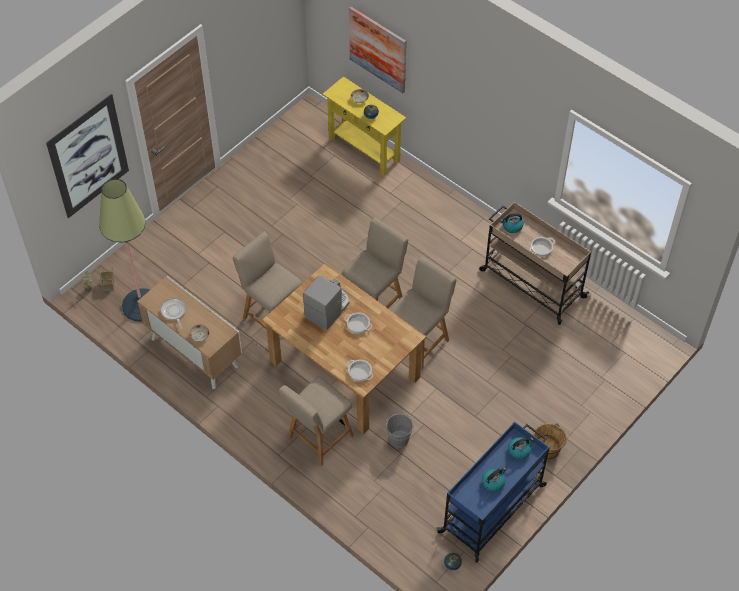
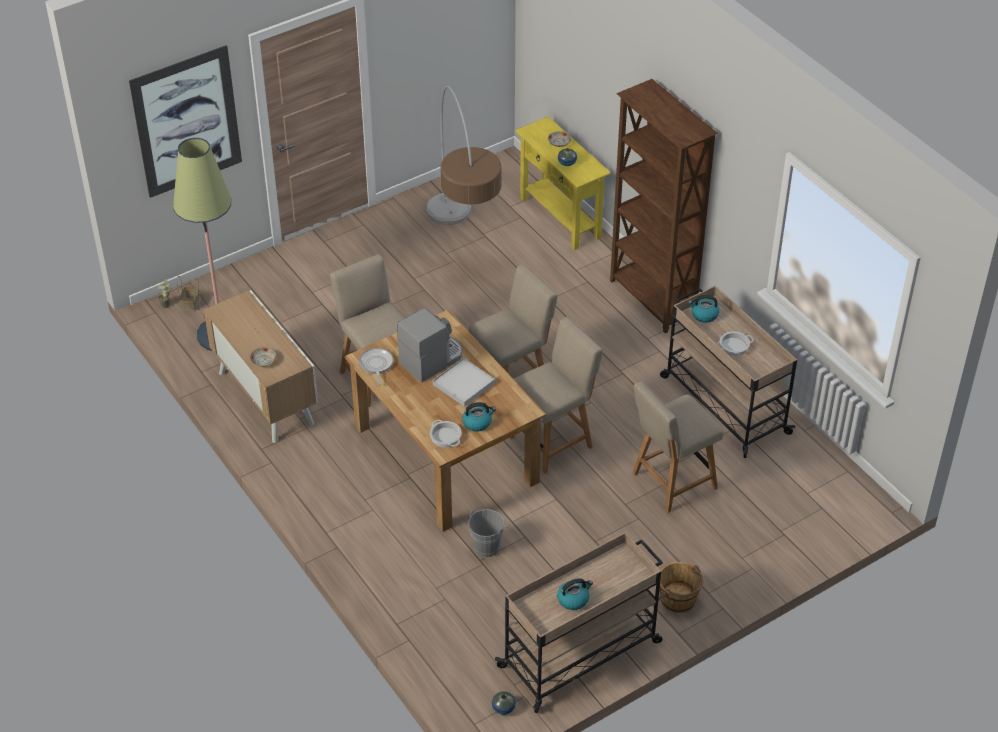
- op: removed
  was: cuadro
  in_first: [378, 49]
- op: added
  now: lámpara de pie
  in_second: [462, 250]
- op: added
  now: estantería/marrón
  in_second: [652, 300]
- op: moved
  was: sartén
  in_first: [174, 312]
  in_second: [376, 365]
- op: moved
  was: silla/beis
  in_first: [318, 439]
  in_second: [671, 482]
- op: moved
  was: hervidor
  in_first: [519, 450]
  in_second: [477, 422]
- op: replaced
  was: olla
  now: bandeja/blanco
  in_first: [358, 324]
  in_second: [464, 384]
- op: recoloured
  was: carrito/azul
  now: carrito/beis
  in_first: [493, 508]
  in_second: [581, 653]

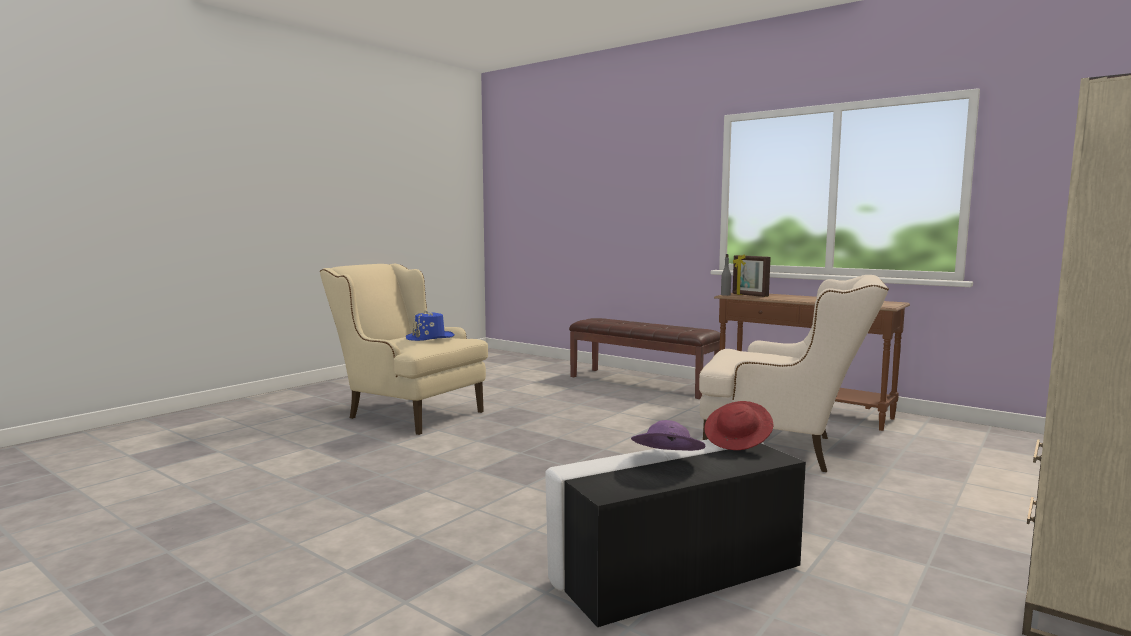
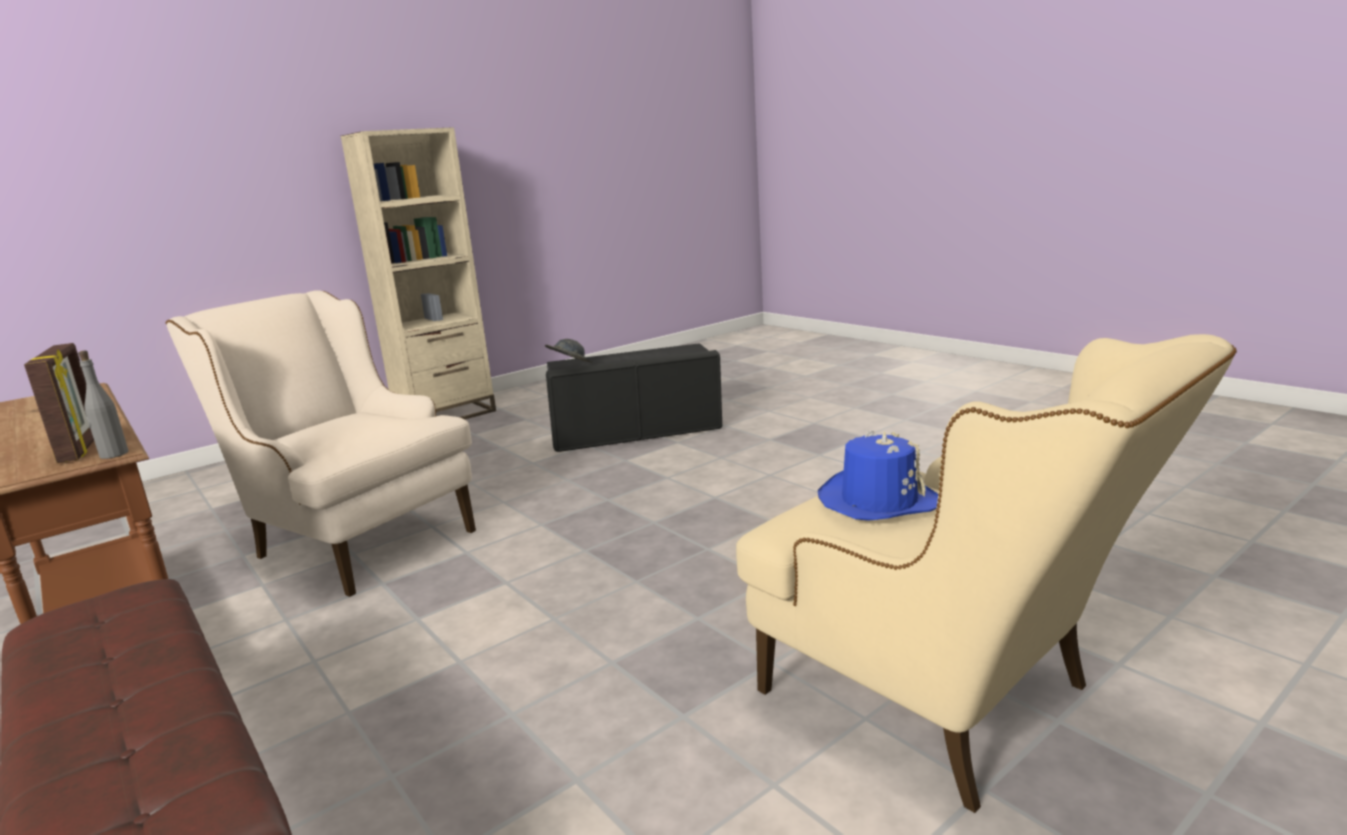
- op: removed
  was: sombrero/morado
  in_first: [666, 459]
- op: recoloured
  was: puf/blanco
  now: puf/negro
  in_first: [677, 573]
  in_second: [636, 432]
- op: recoloured
  was: sombrero/rojo
  now: sombrero/gris
  in_first: [738, 441]
  in_second: [569, 366]

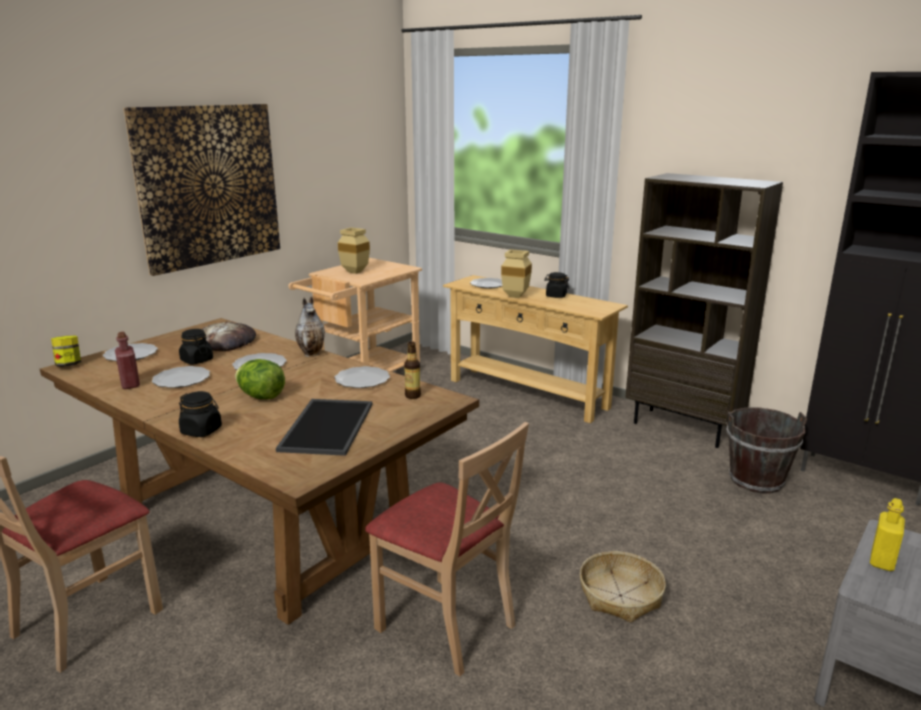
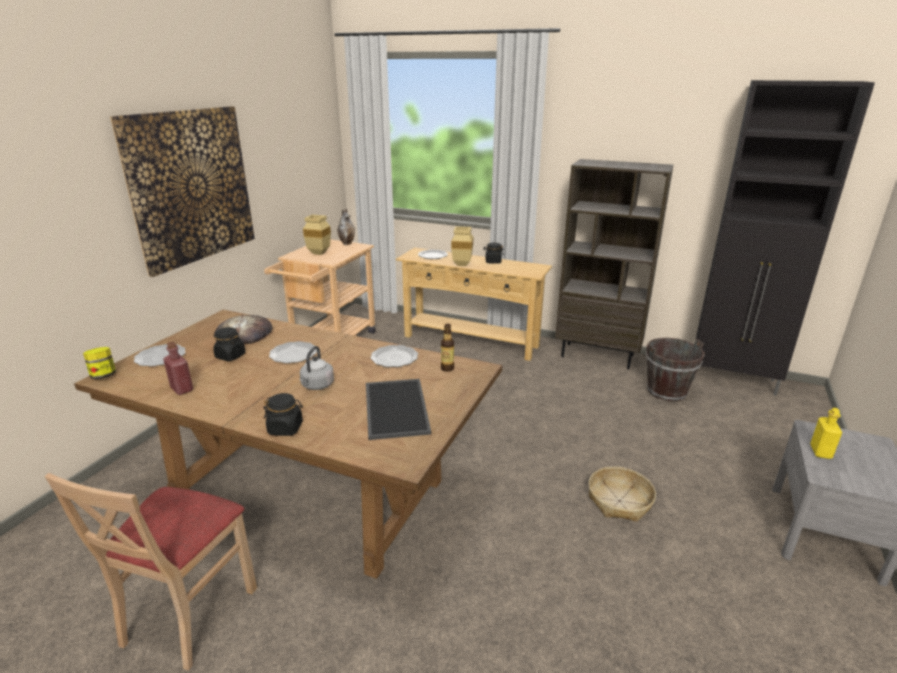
- op: removed
  was: plato
  in_first: [182, 379]
- op: removed
  was: silla/beis
  in_first: [446, 624]
- op: moved
  was: florero
  in_first: [312, 354]
  in_second: [347, 243]
- op: replaced
  was: lechuga
  now: hervidor/gris
  in_first: [261, 396]
  in_second: [317, 386]

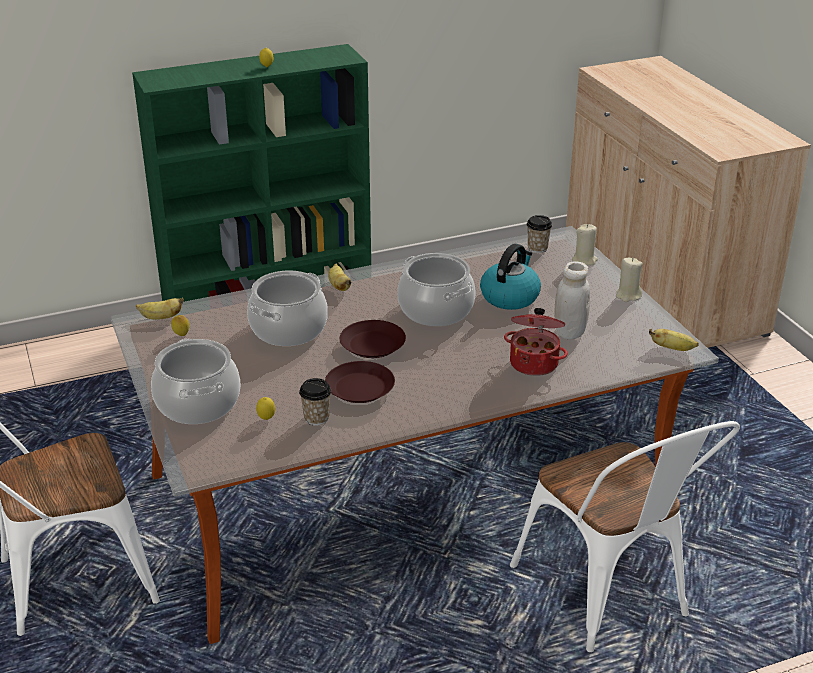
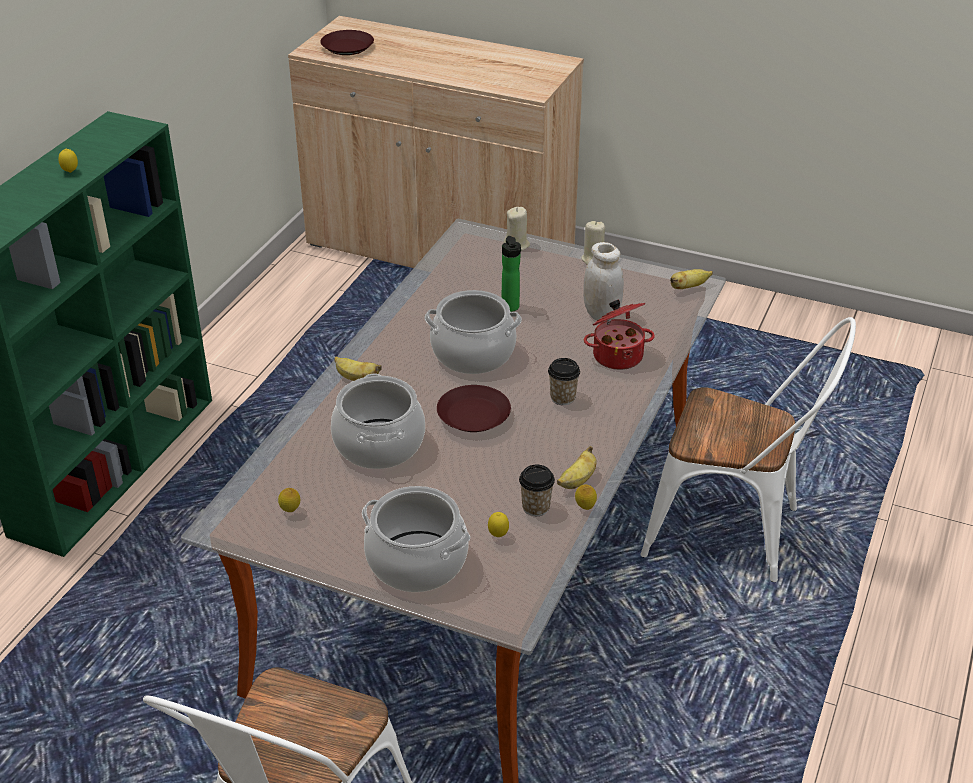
- op: added
  now: limón
  in_second: [585, 508]
- op: moved
  was: plátano
  in_first: [161, 318]
  in_second: [577, 481]
- op: moved
  was: plato/marrón
  in_first: [359, 388]
  in_second: [347, 47]
- op: moved
  was: taza
  in_first: [537, 248]
  in_second: [562, 398]
- op: replaced
  was: hervidor
  now: botella
  in_first: [510, 296]
  in_second: [511, 308]

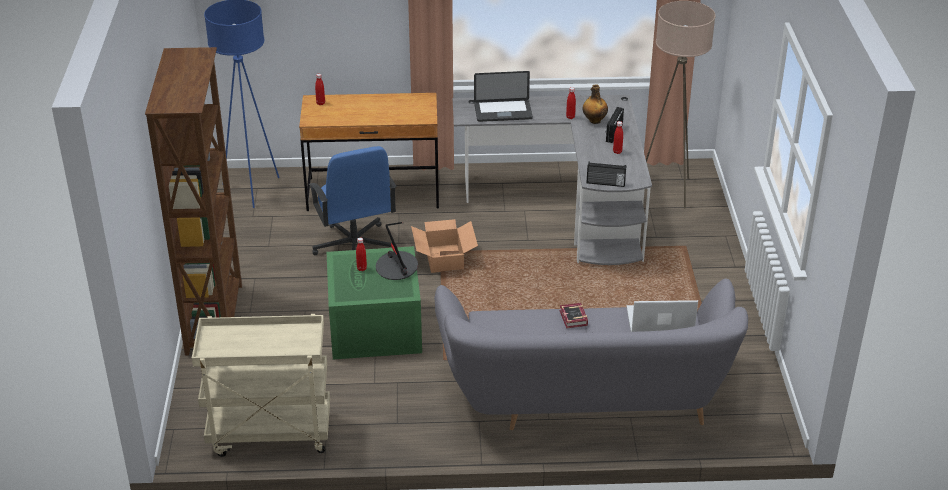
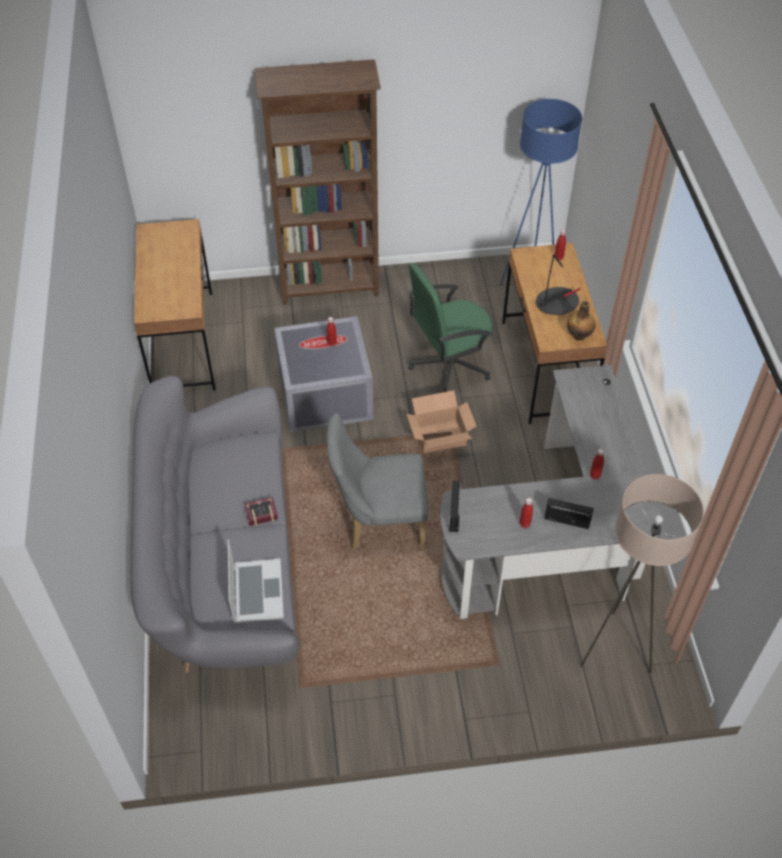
- op: removed
  was: portátil
  in_first: [503, 112]
- op: added
  now: silla/gris
  in_second: [378, 522]
- op: moved
  was: lámpara de mesa
  in_first: [396, 267]
  in_second: [557, 302]
- op: moved
  was: botella
  in_first: [594, 120]
  in_second: [579, 335]
- op: replaced
  was: carrito/beis
  now: escritorio/marrón
  in_first: [269, 434]
  in_second: [183, 342]
- op: recoloured
  was: silla de oficina/azul
  now: silla de oficina/verde
  in_first: [354, 247]
  in_second: [449, 365]
- op: recoloured
  was: caja de almacenaje/verde
  now: caja de almacenaje/gris
  in_first: [376, 328]
  in_second: [324, 395]

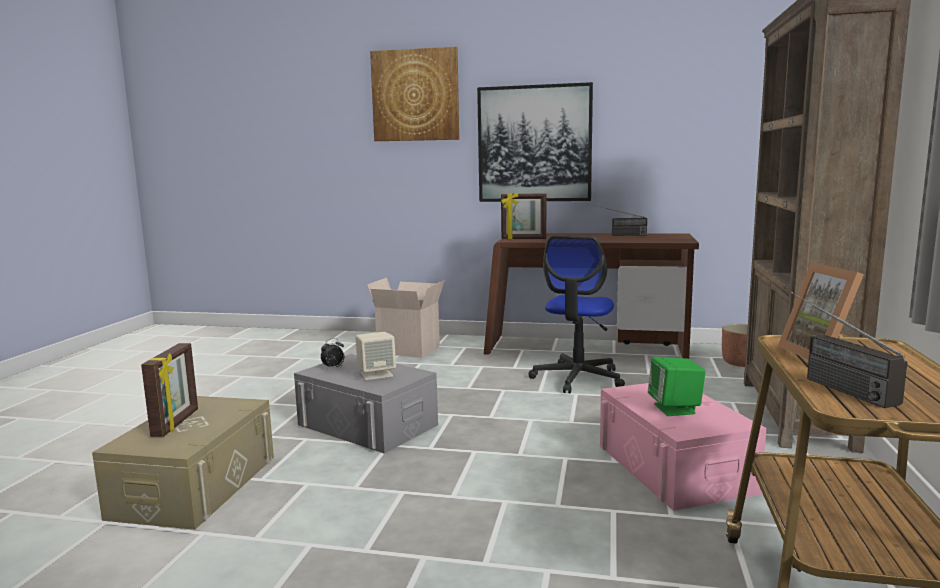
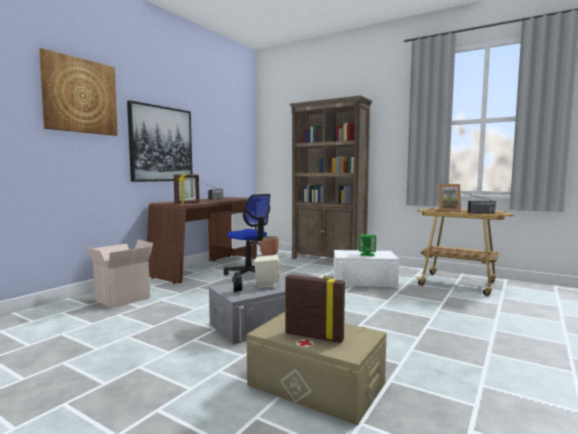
- op: recoloured
  was: caja de almacenaje/rosa
  now: caja de almacenaje/blanco
  in_first: [674, 468]
  in_second: [364, 280]

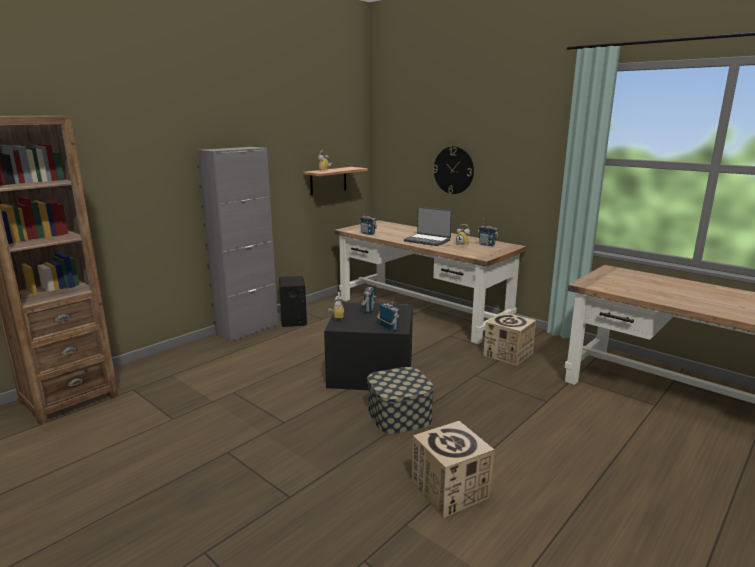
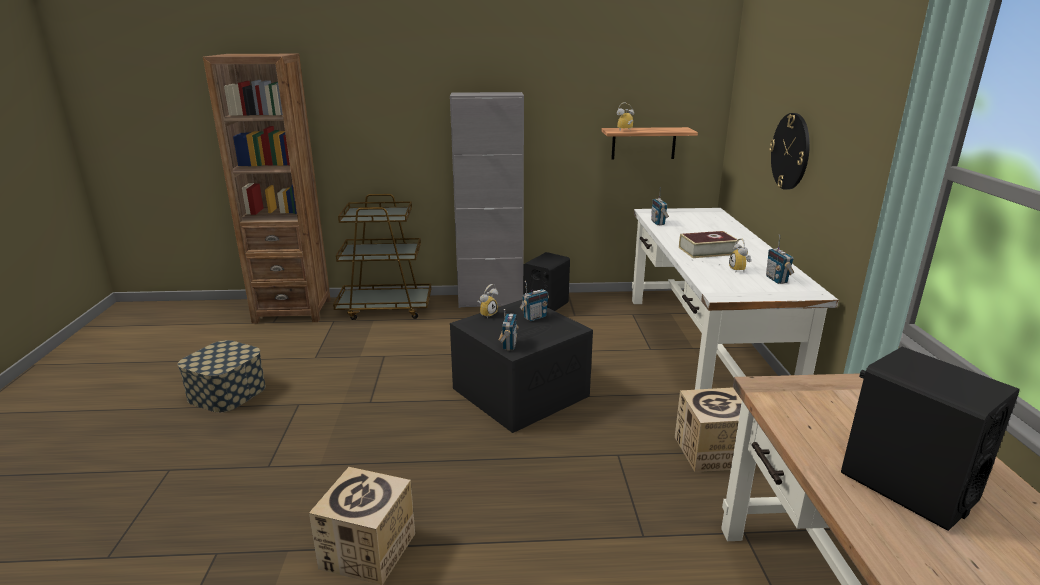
- op: added
  now: carrito/marrón
  in_second: [385, 308]
- op: added
  now: altavoz/negro
  in_second: [907, 486]
- op: moved
  was: caja de almacenaje
  in_first: [399, 415]
  in_second: [227, 392]
- op: replaced
  was: portátil
  now: libro
  in_first: [427, 240]
  in_second: [707, 251]
- op: recoloured
  was: escritorio/marrón
  now: escritorio/blanco
  in_first: [423, 311]
  in_second: [704, 349]

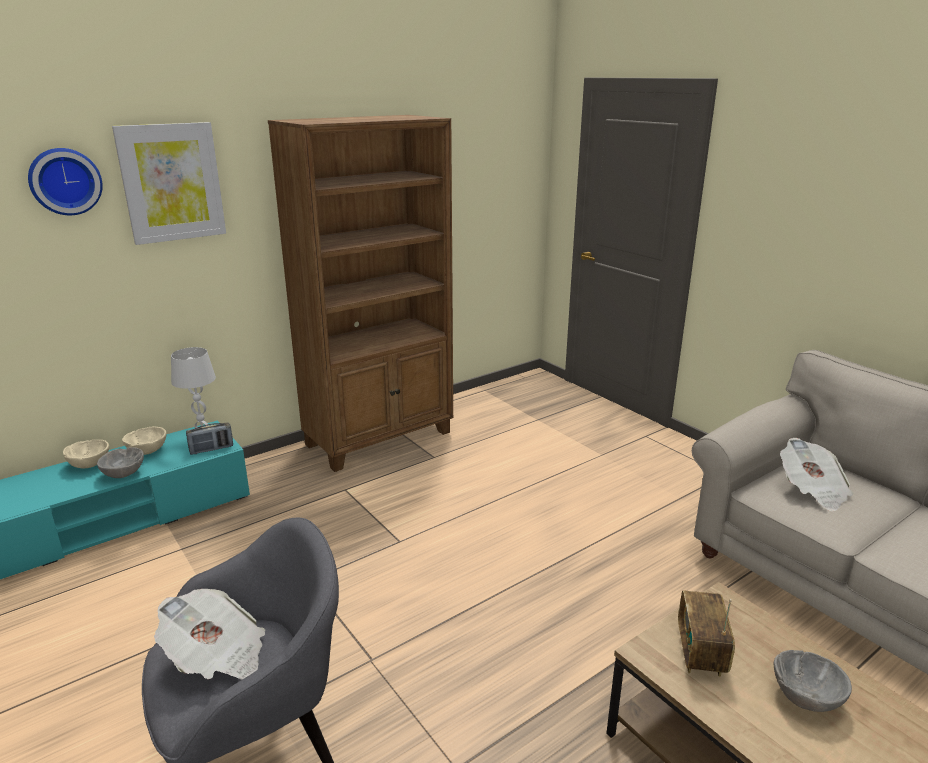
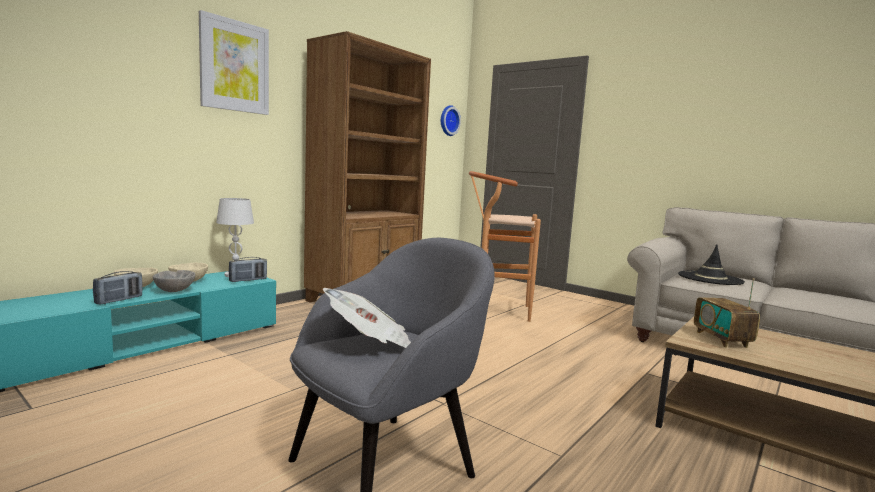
- op: removed
  was: cuenco/gris
  in_first: [804, 698]
- op: added
  now: radio
  in_second: [119, 300]
- op: added
  now: taburete/marrón
  in_second: [497, 310]
- op: moved
  was: reloj de pared
  in_first: [65, 181]
  in_second: [448, 120]
- op: replaced
  was: periódico
  now: sombrero/negro
  in_first: [812, 490]
  in_second: [710, 278]

